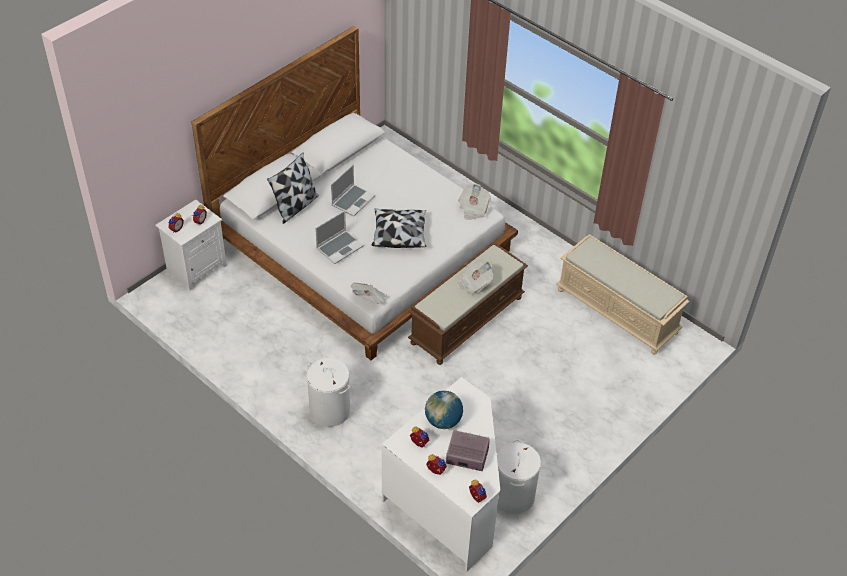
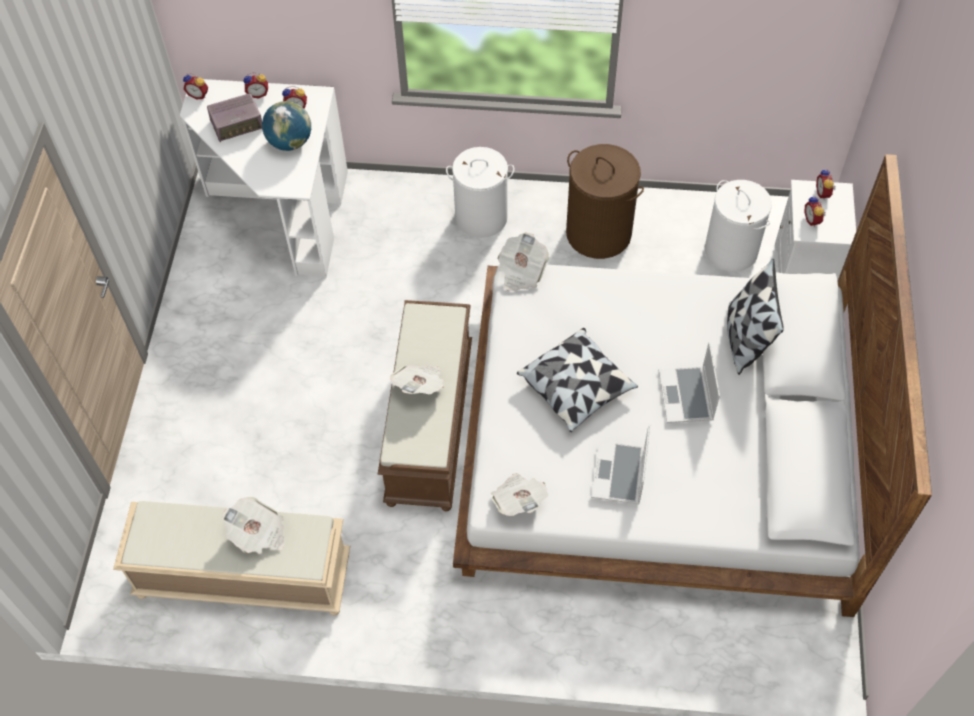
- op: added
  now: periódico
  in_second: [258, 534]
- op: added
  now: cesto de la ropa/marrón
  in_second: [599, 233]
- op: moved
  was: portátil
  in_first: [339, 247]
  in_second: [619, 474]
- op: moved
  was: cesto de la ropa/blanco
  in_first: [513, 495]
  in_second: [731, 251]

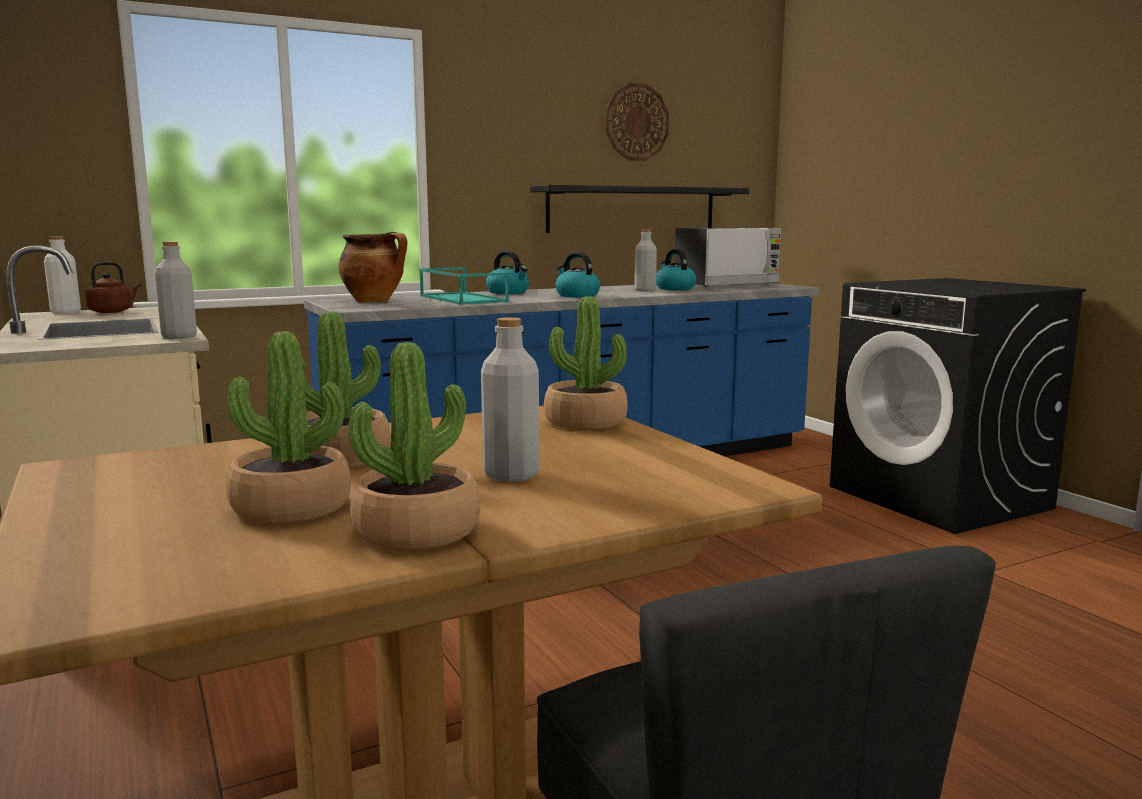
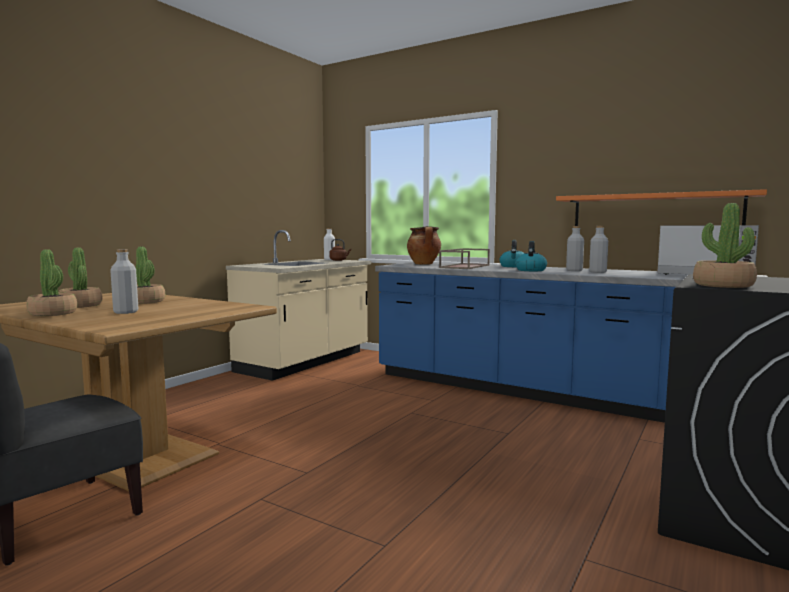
- op: removed
  was: reloj de pared
  in_first: [636, 122]
- op: removed
  was: hervidor
  in_first: [674, 288]
- op: moved
  was: botella/gris
  in_first: [179, 336]
  in_second: [574, 270]
- op: moved
  was: planta en maceta
  in_first: [585, 422]
  in_second: [723, 285]
- op: recoloured
  was: bandeja/turquesa
  now: bandeja/marrón
  in_first: [461, 298]
  in_second: [464, 266]
- op: recoloured
  was: estante/negro
  now: estante/naranja
  in_first: [632, 209]
  in_second: [654, 212]

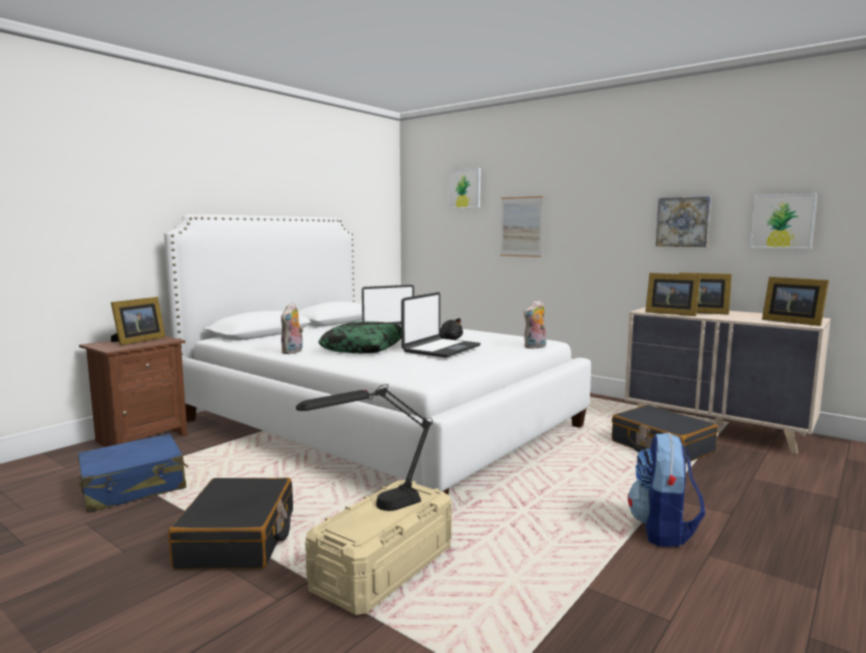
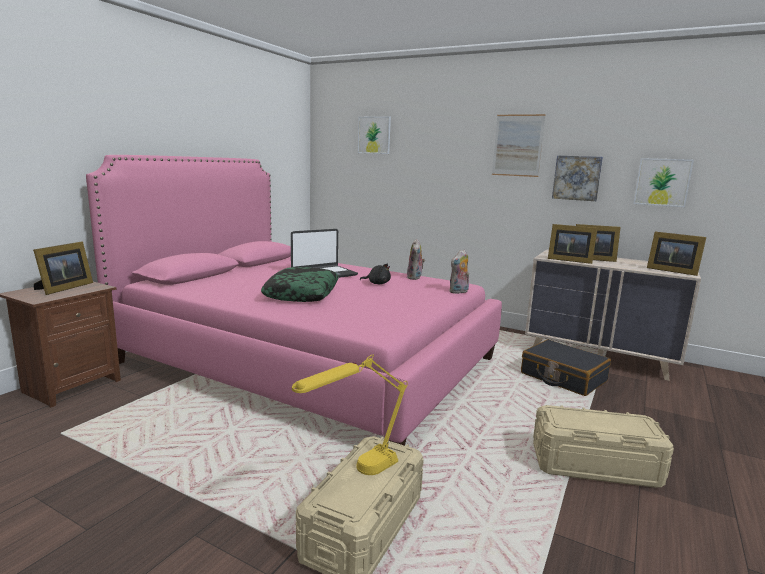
- op: removed
  was: maleta/azul
  in_first: [134, 487]
- op: removed
  was: maleta/negro
  in_first: [238, 539]
- op: removed
  was: portátil
  in_first: [441, 349]
- op: moved
  was: peluche
  in_first: [293, 352]
  in_second: [415, 278]
- op: moved
  was: cuadro
  in_first: [521, 226]
  in_second: [517, 145]
- op: replaced
  was: mochila
  now: caja de almacenaje/beis
  in_first: [663, 531]
  in_second: [595, 465]
- op: recoloured
  was: cama/blanco
  now: cama/rosa
  in_first: [378, 423]
  in_second: [309, 360]
- op: recoloured
  was: lámpara de mesa/negro
  now: lámpara de mesa/amarillo
  in_first: [372, 510]
  in_second: [355, 475]

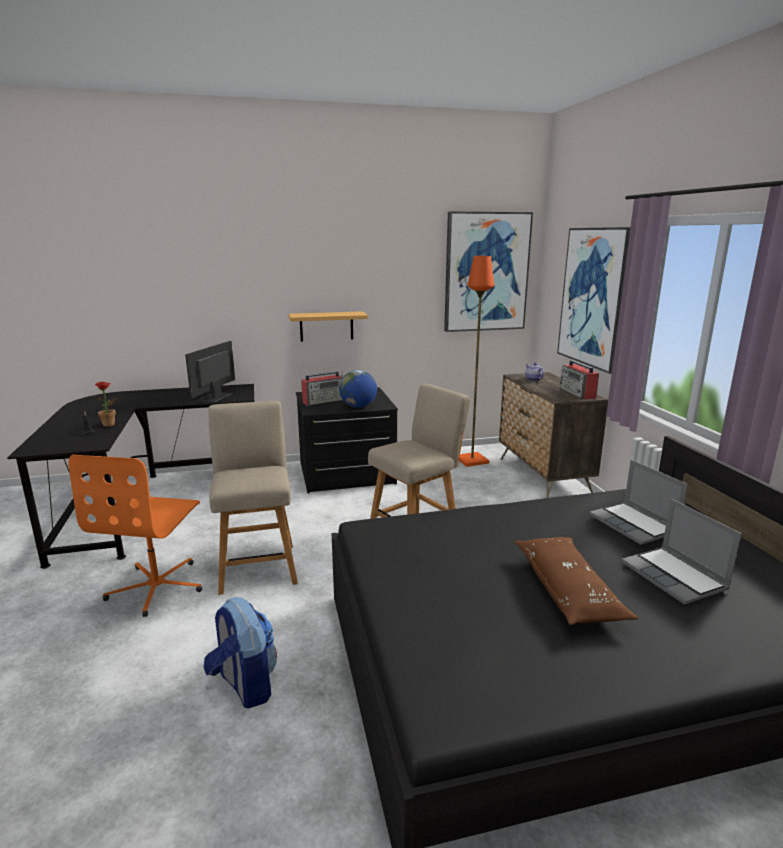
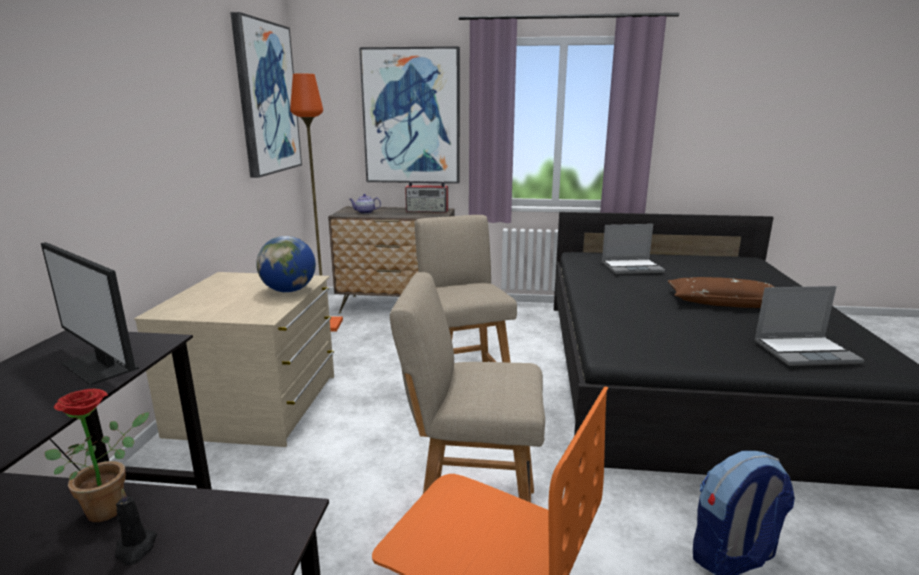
- op: removed
  was: estante
  in_first: [326, 326]
- op: removed
  was: radio
  in_first: [324, 401]
- op: moved
  was: portátil
  in_first: [675, 577]
  in_second: [805, 352]
- op: recoloured
  was: cómoda/negro
  now: cómoda/beis
  in_first: [346, 473]
  in_second: [258, 405]

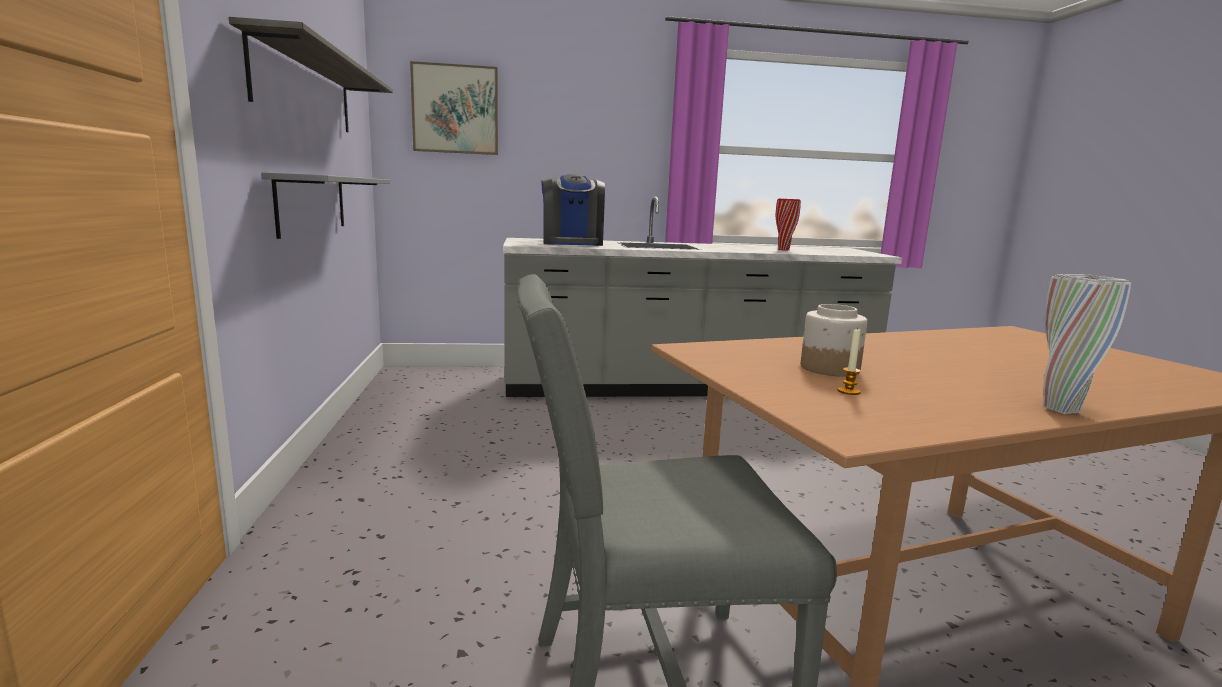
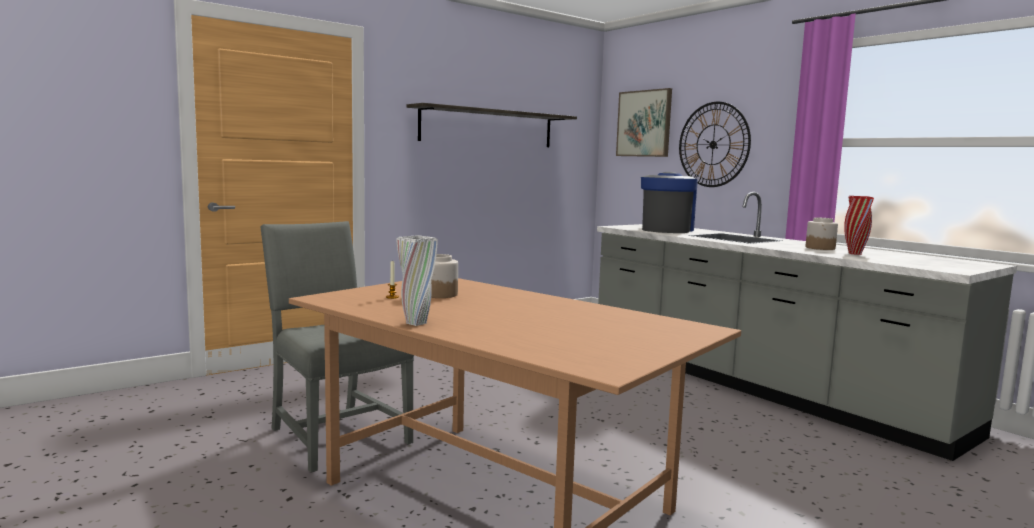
- op: removed
  was: estante/gris
  in_first: [312, 203]
- op: added
  now: reloj de pared
  in_second: [713, 144]
- op: added
  now: tarro
  in_second: [820, 248]
- op: turned
  was: cafetera
  in_first: [572, 243]
  in_second: [666, 230]
  clockwise: 150

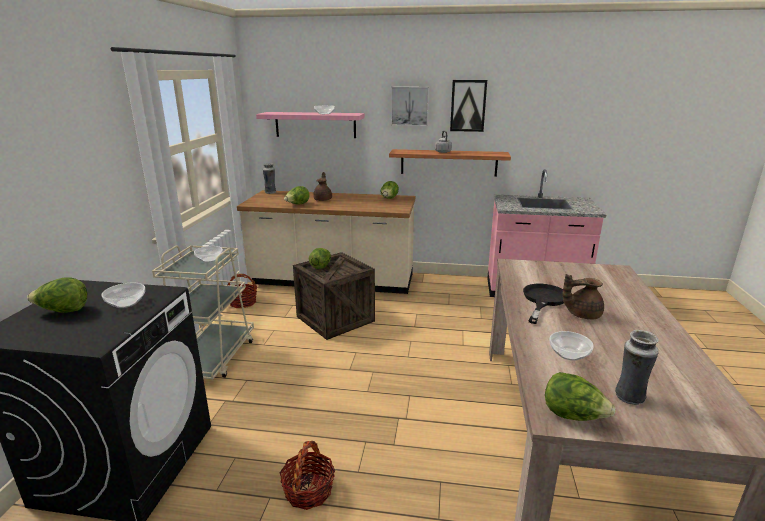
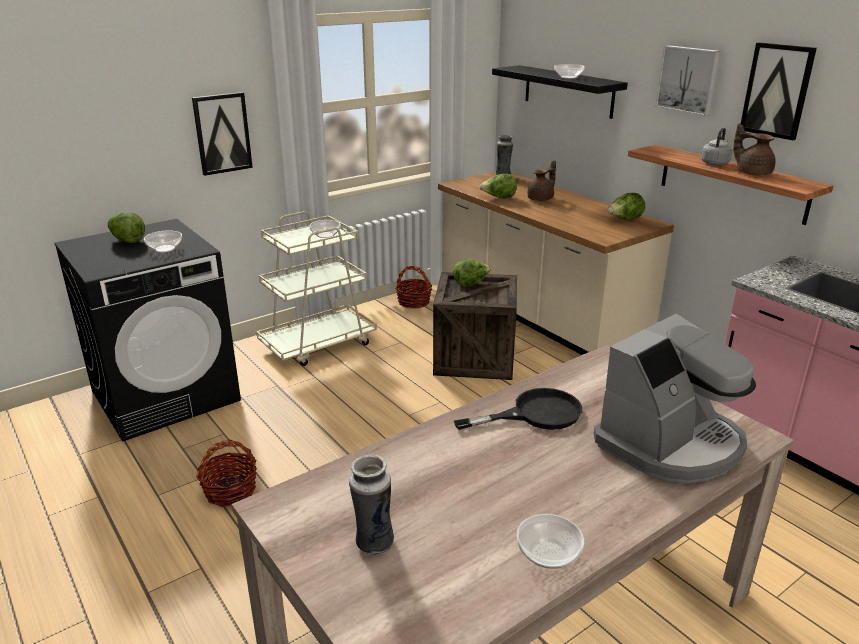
- op: removed
  was: lechuga
  in_first: [573, 416]
- op: added
  now: cuadro
  in_second: [222, 133]
- op: added
  now: cafetera
  in_second: [671, 443]
- op: moved
  was: cuenco
  in_first: [568, 354]
  in_second: [548, 554]
- op: moved
  was: tetera/marrón
  in_first: [581, 314]
  in_second: [752, 173]
- op: recoloured
  was: estante/rosa
  now: estante/negro
  in_first: [315, 125]
  in_second: [568, 91]

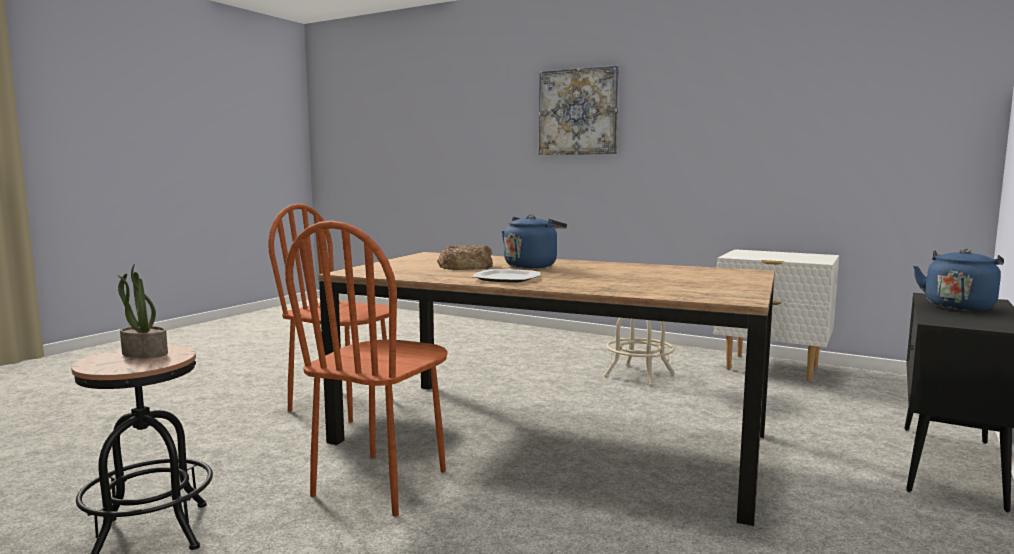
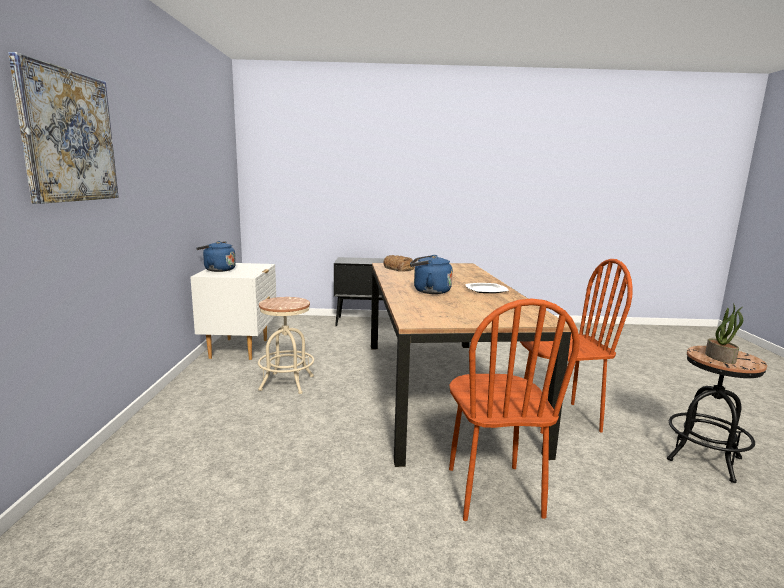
- op: moved
  was: pan
  in_first: [466, 266]
  in_second: [399, 268]
- op: moved
  was: hervidor/azul
  in_first: [959, 306]
  in_second: [217, 270]

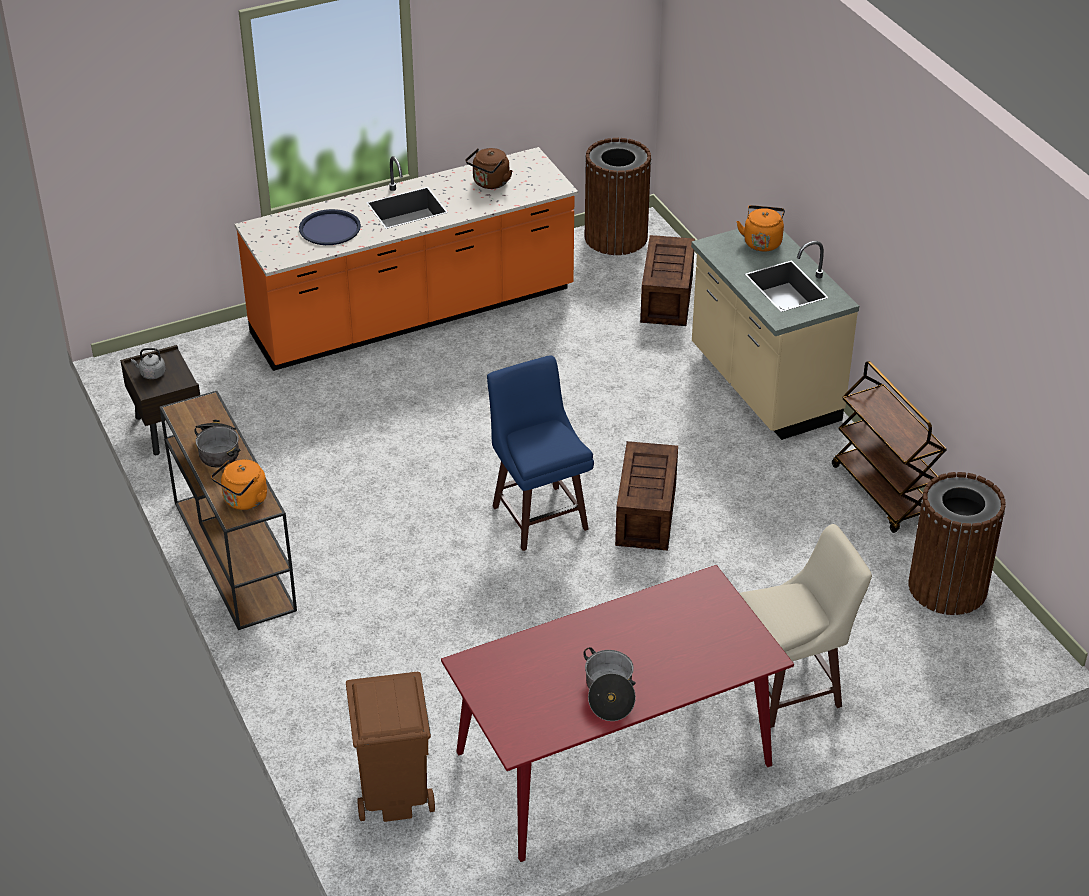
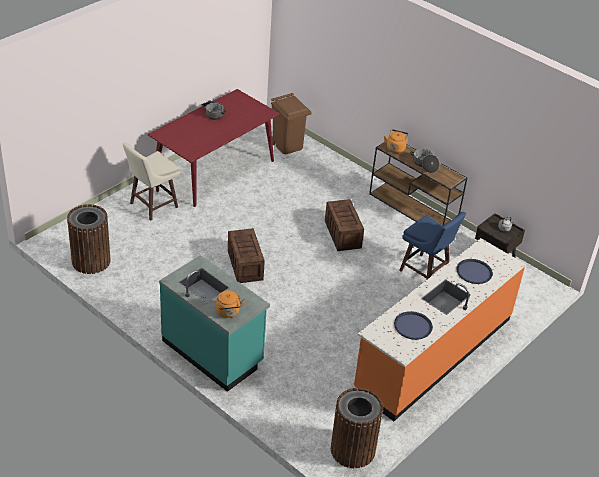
- op: removed
  was: carrito/marrón
  in_first: [883, 493]
- op: moved
  was: taburete/azul
  in_first: [539, 516]
  in_second: [425, 272]
- op: moved
  was: caja de embalaje
  in_first: [666, 297]
  in_second: [343, 235]
- op: replaced
  was: hervidor/marrón
  now: bandeja/azul
  in_first: [490, 183]
  in_second: [413, 326]
- op: recoloured
  was: mueble bajo de cocina/beis
  now: mueble bajo de cocina/turquesa
  in_first: [763, 387]
  in_second: [213, 352]

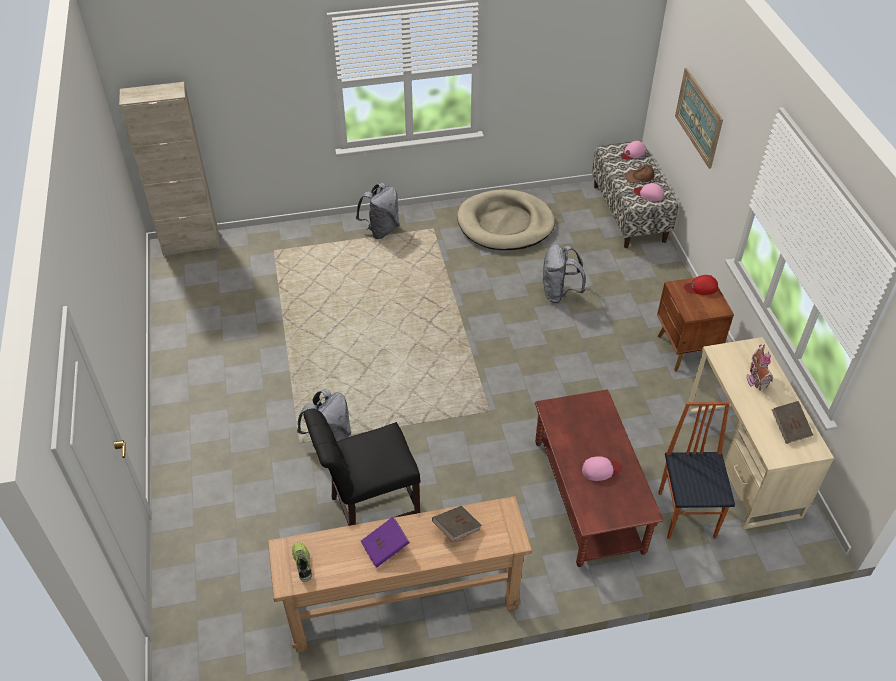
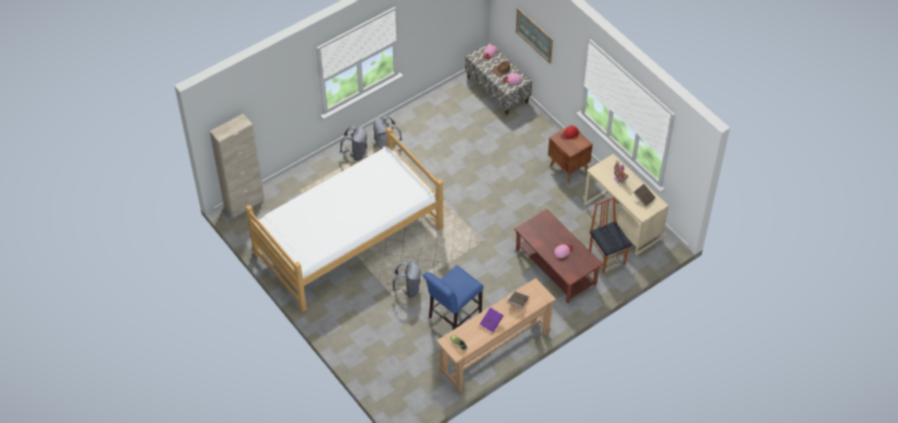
- op: removed
  was: cama para perro/beis
  in_first: [505, 224]
- op: added
  now: cama
  in_second: [348, 240]
- op: moved
  was: mochila/gris
  in_first: [559, 293]
  in_second: [386, 144]
- op: recoloured
  was: silla/negro
  now: silla/azul
  in_first: [369, 512]
  in_second: [452, 317]

